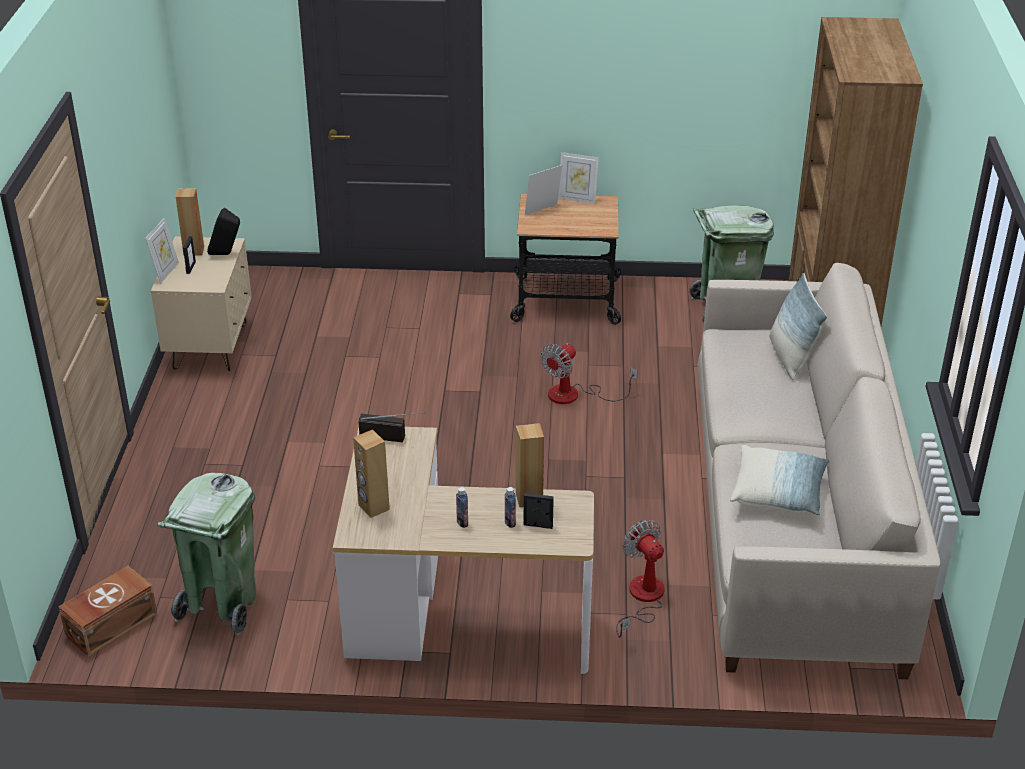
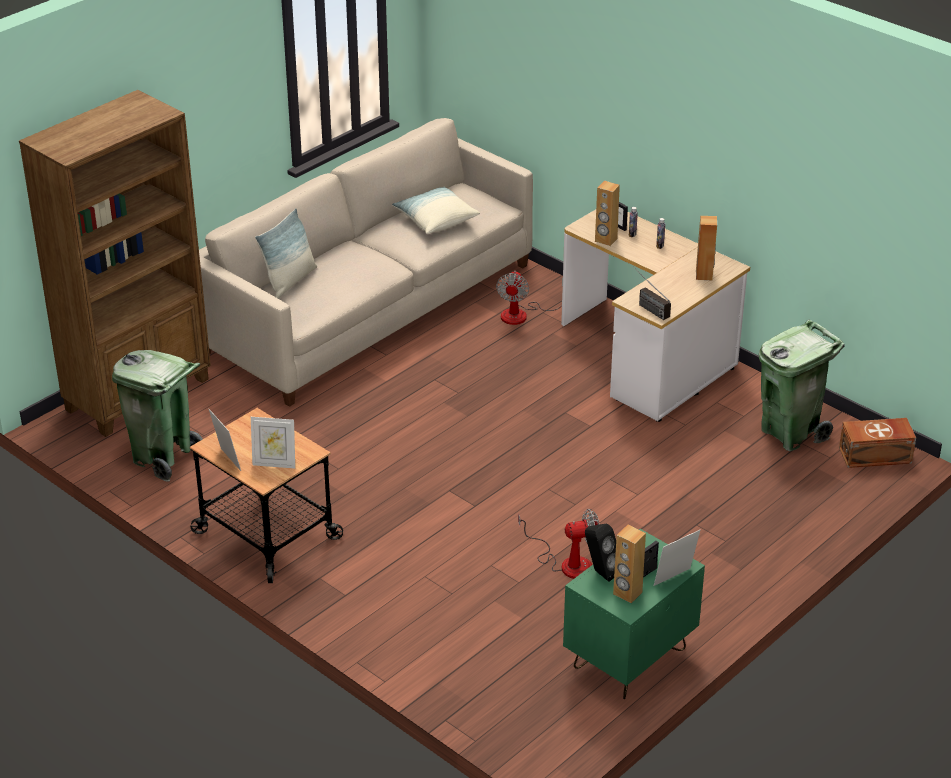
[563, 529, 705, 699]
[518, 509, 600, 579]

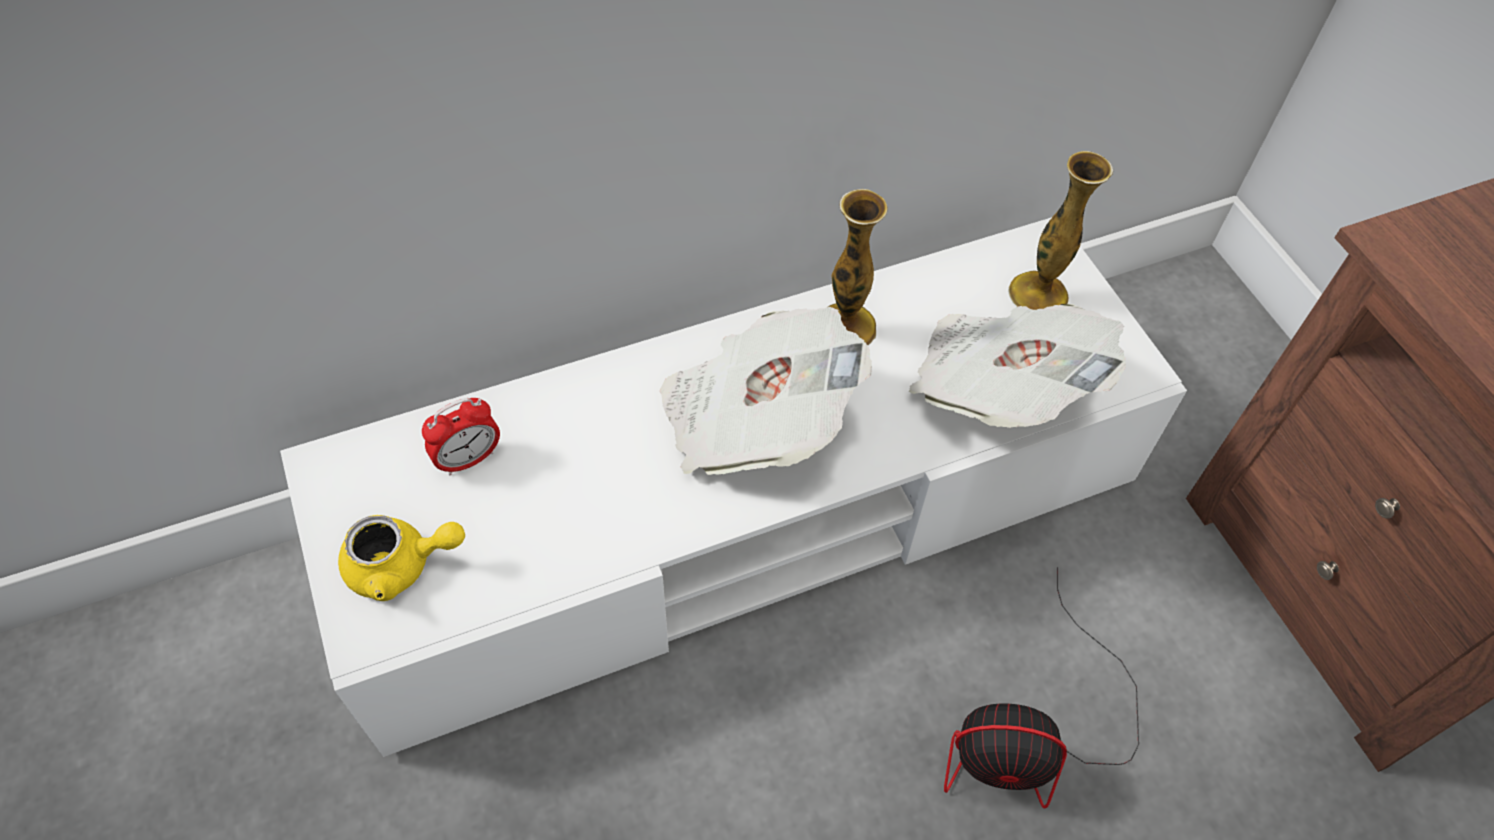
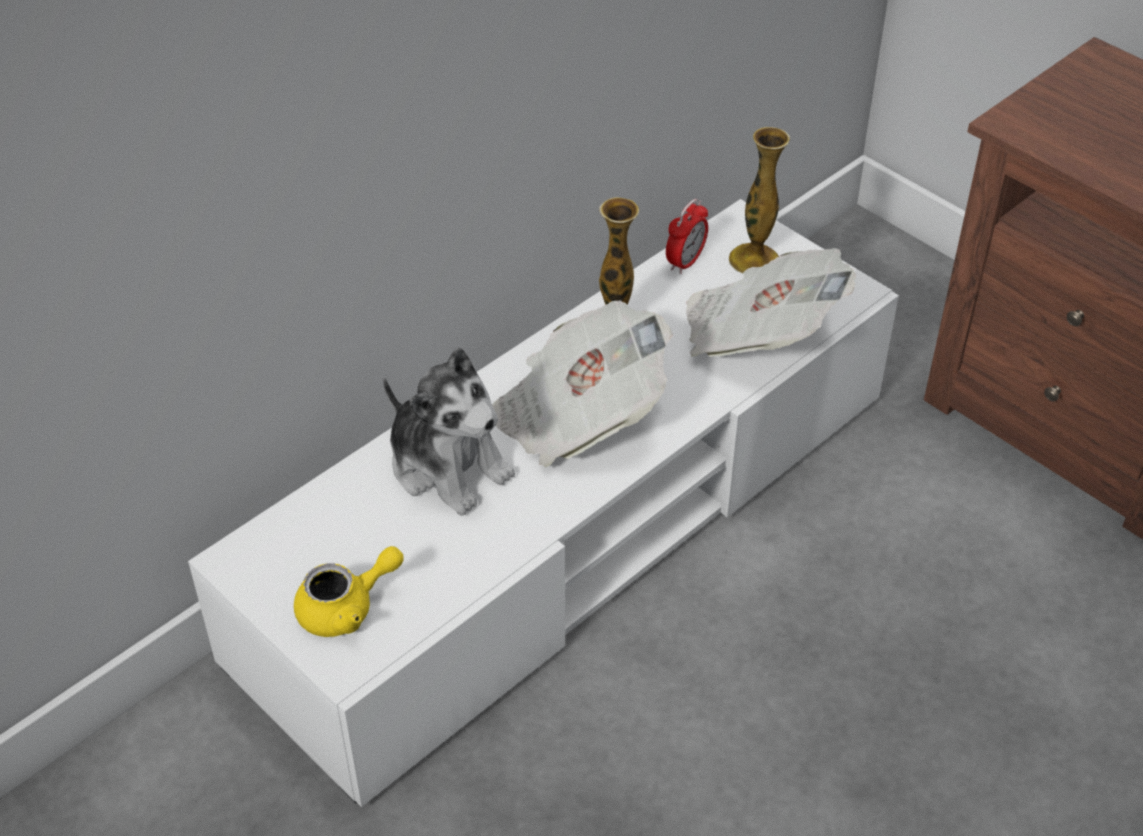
[666, 199, 708, 274]
[944, 567, 1139, 809] (first image)
[383, 347, 515, 516]

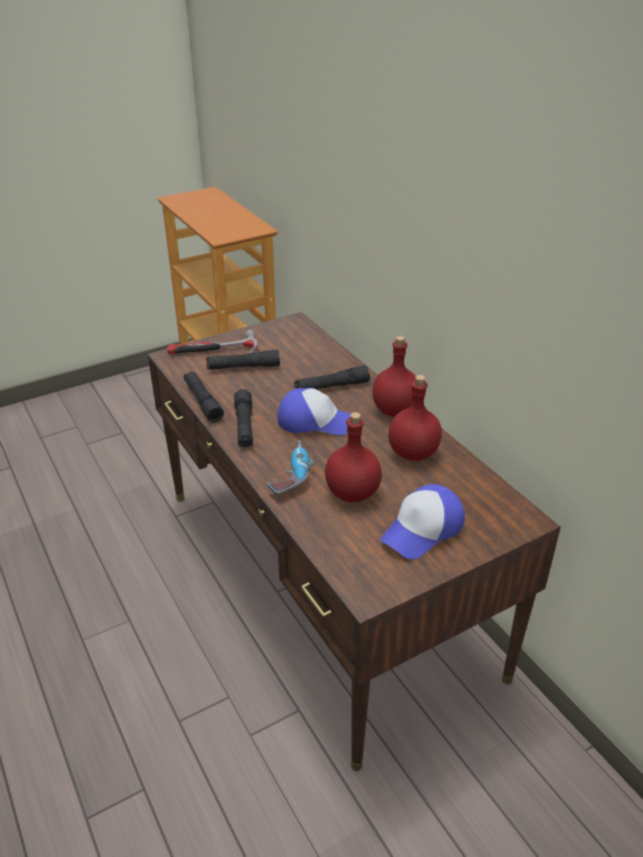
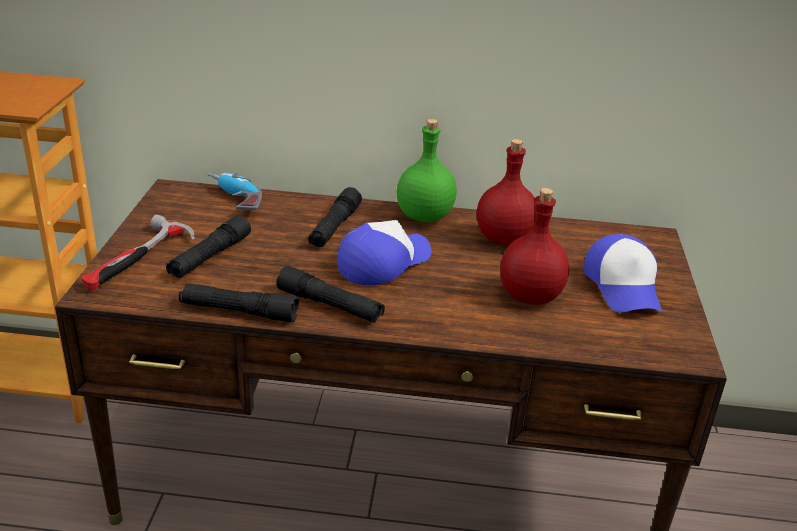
[208, 173, 262, 210]
[397, 119, 457, 223]

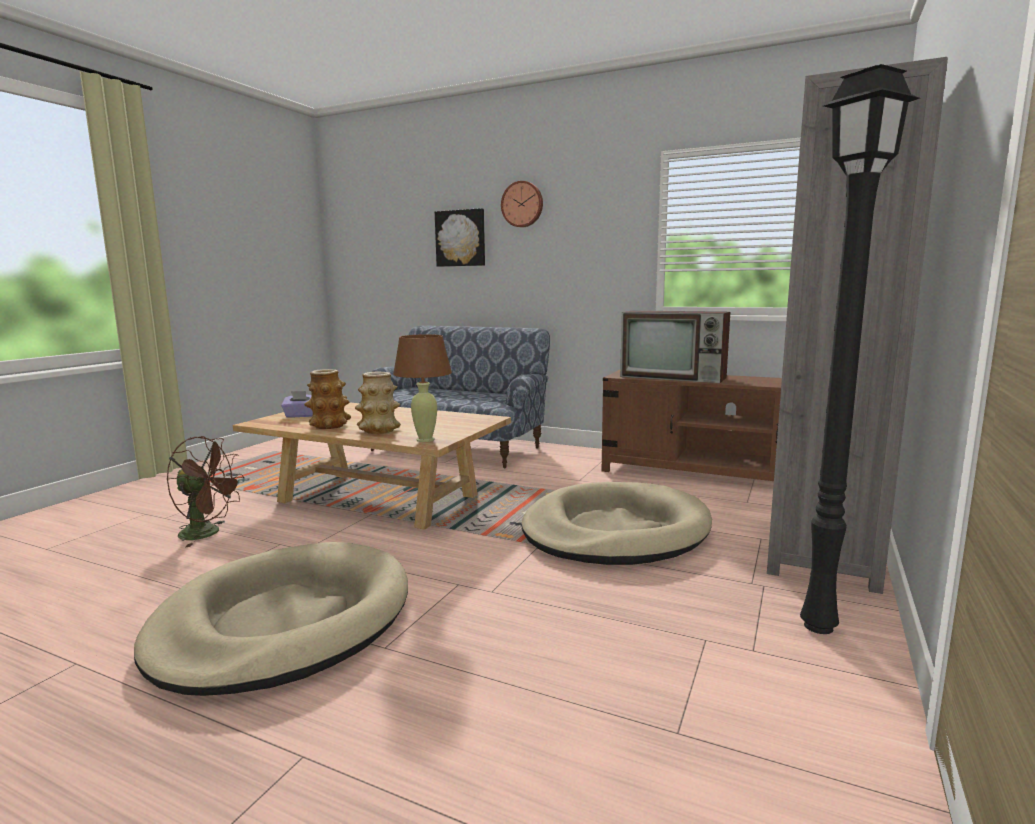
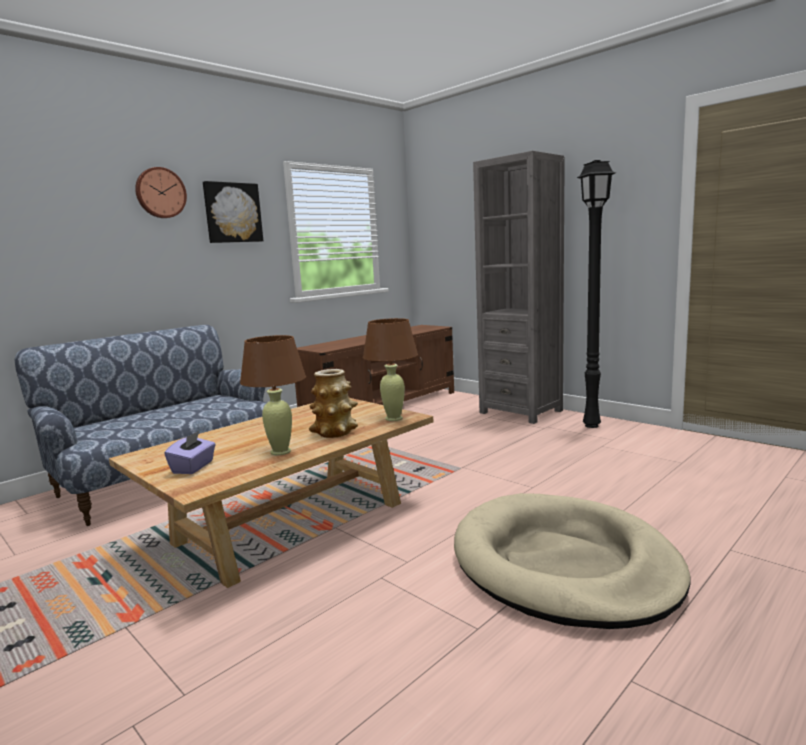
[167, 436, 244, 547] (first image)
[240, 335, 306, 455]
[203, 181, 263, 243]
[522, 482, 712, 565] (first image)
[620, 311, 730, 383] (first image)

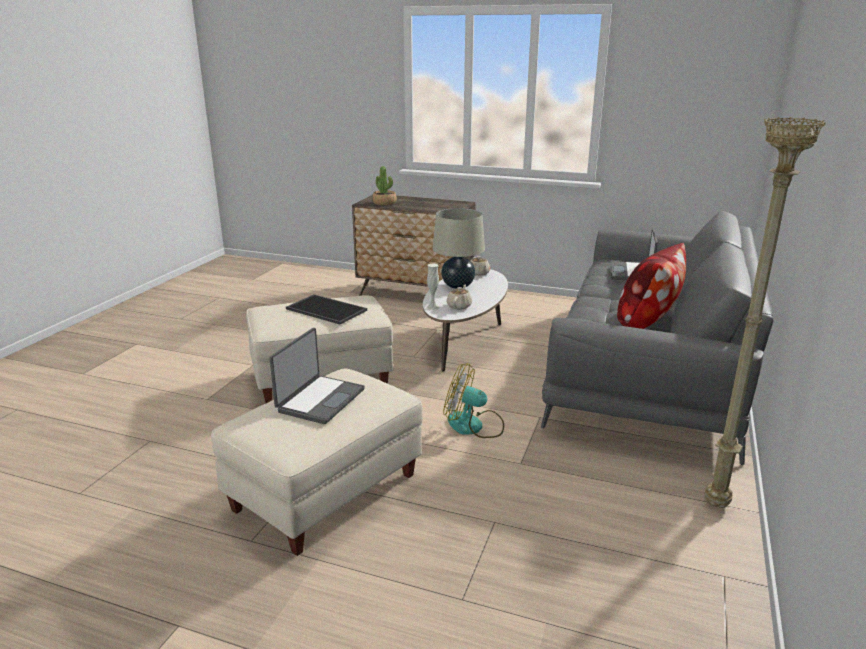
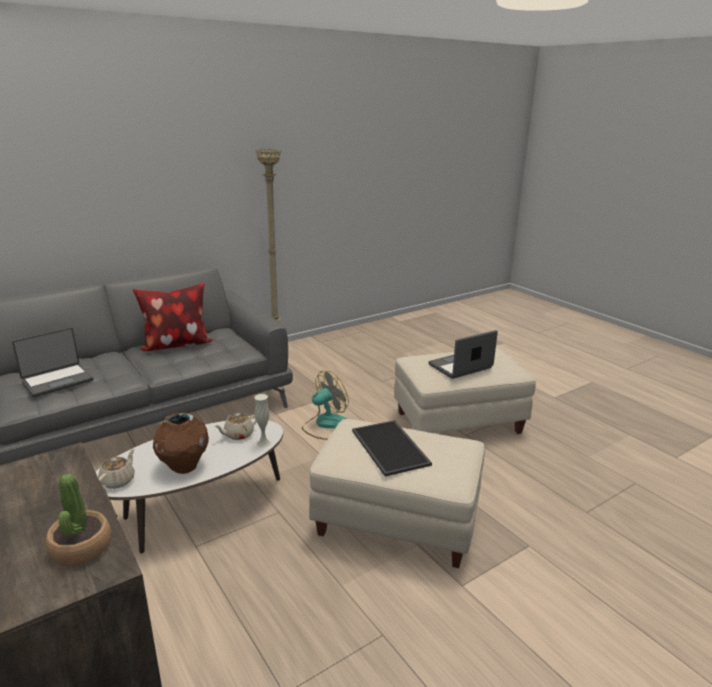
[153, 412, 209, 474]
[302, 371, 348, 440]

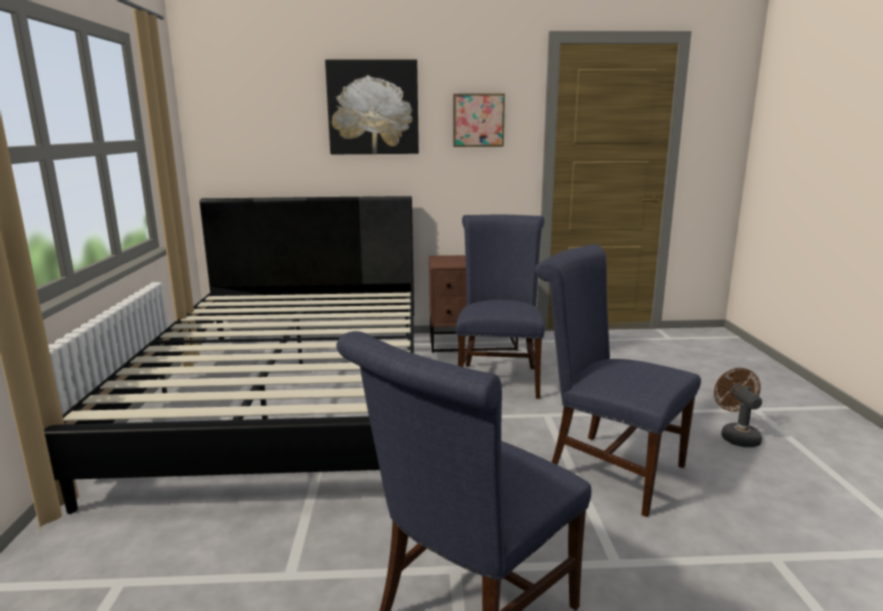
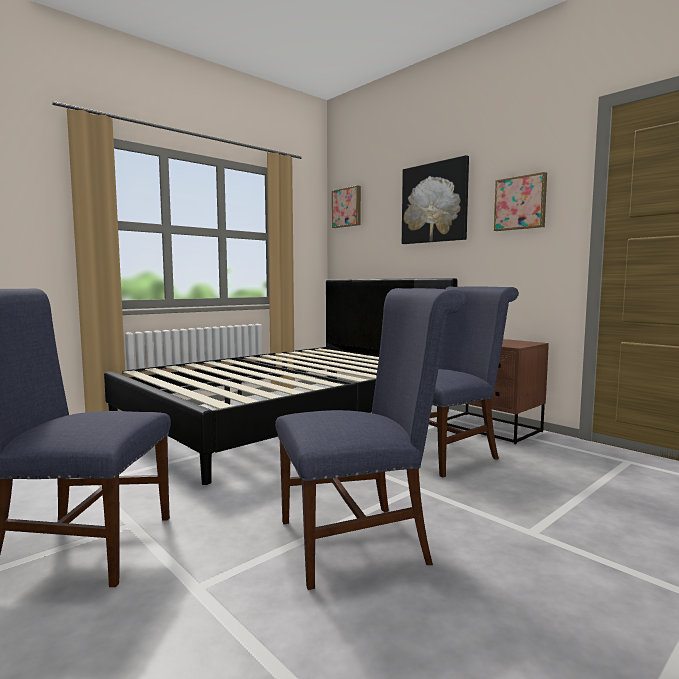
[275, 288, 466, 590]
[714, 368, 762, 447] (first image)
[332, 185, 361, 228]

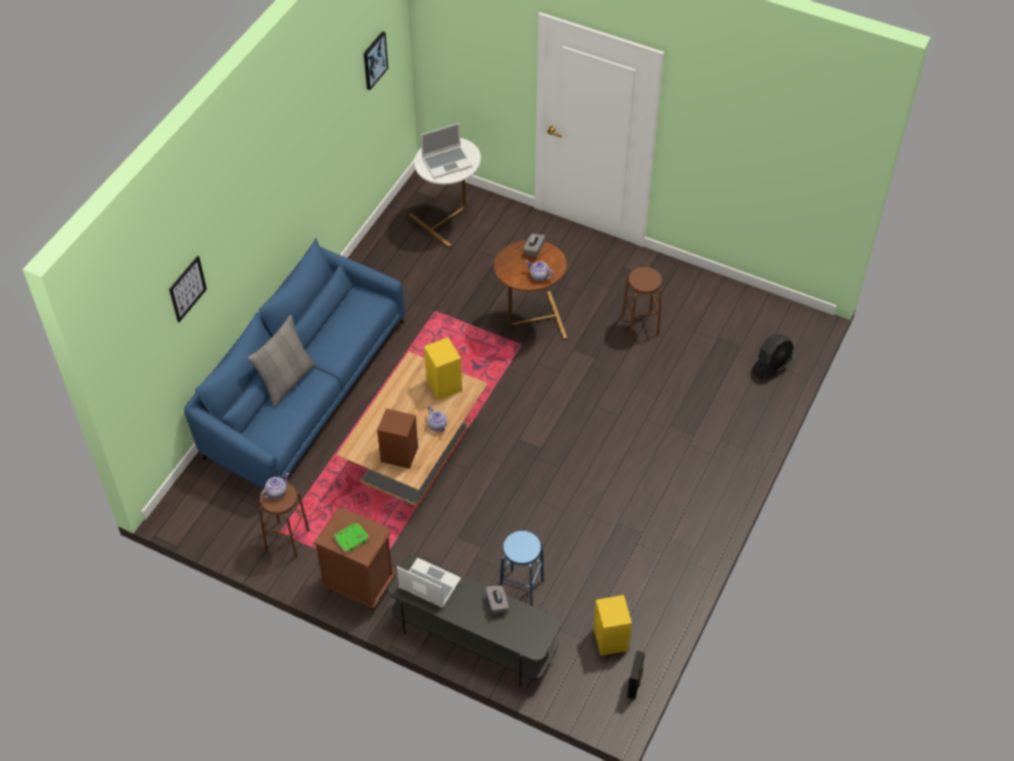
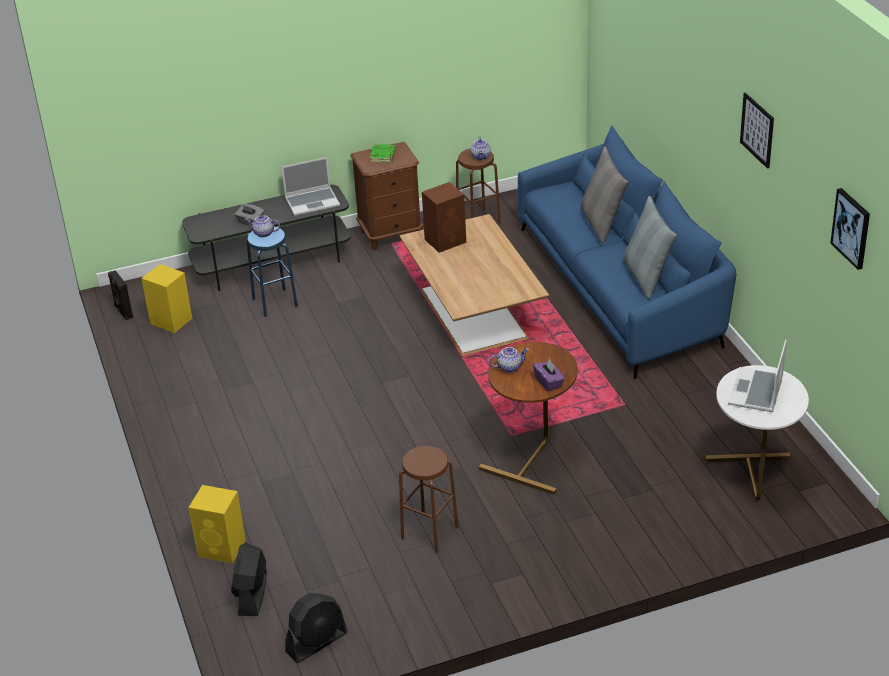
[740, 93, 774, 169]
[188, 485, 246, 563]
[245, 215, 280, 237]
[533, 359, 565, 391]
[285, 593, 348, 663]
[623, 196, 677, 299]

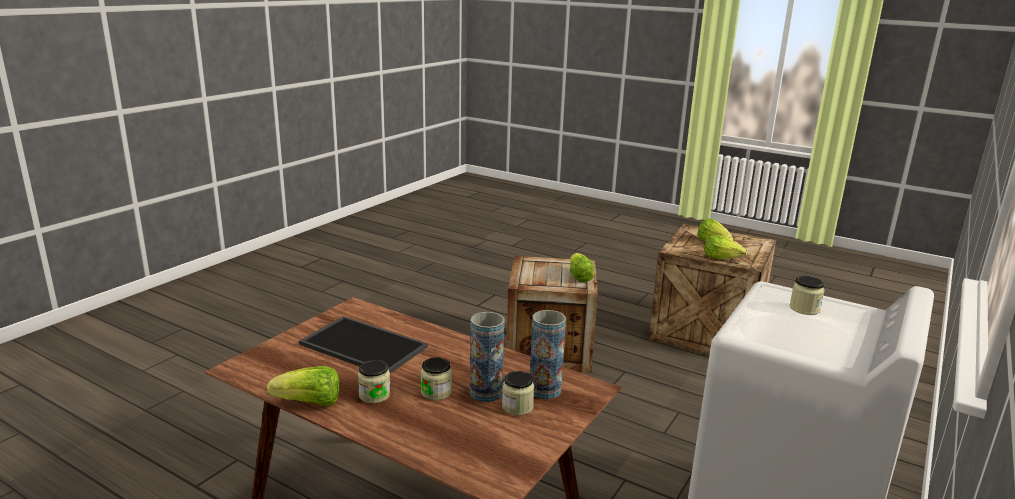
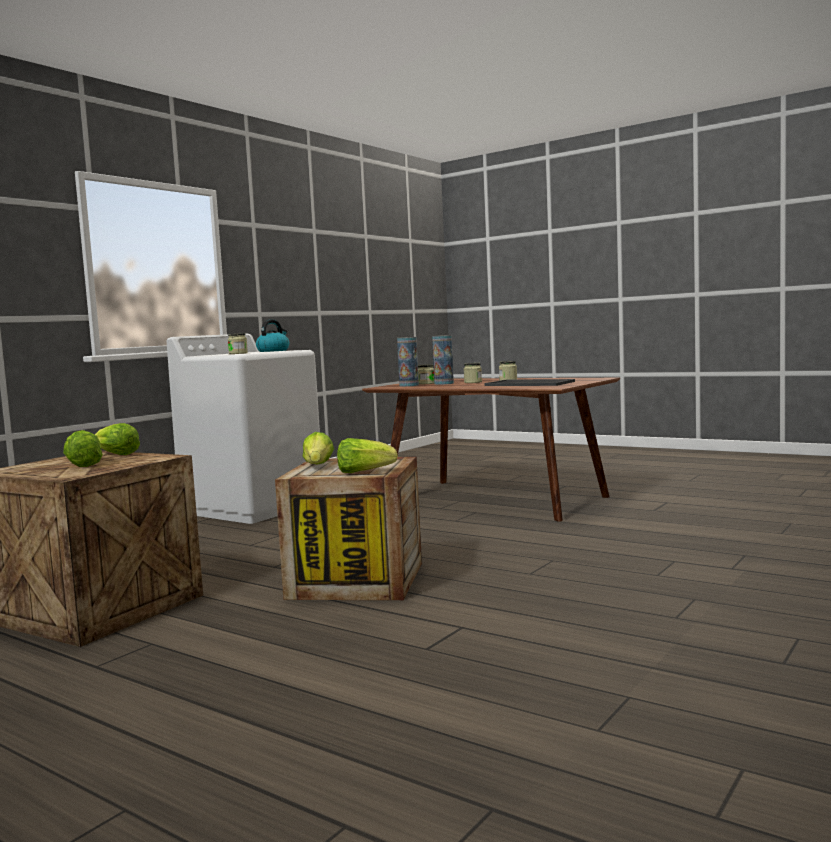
[337, 438, 398, 473]
[256, 319, 289, 352]

